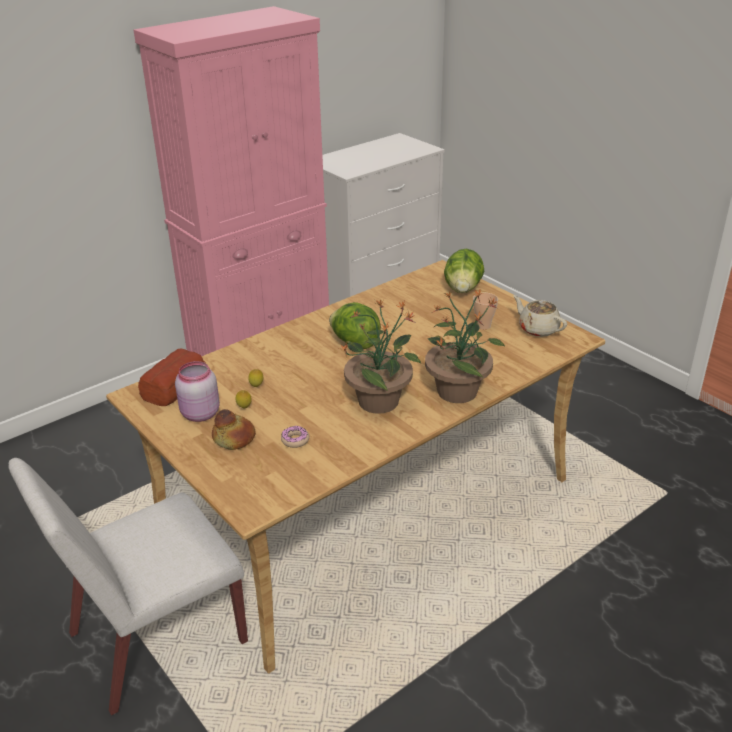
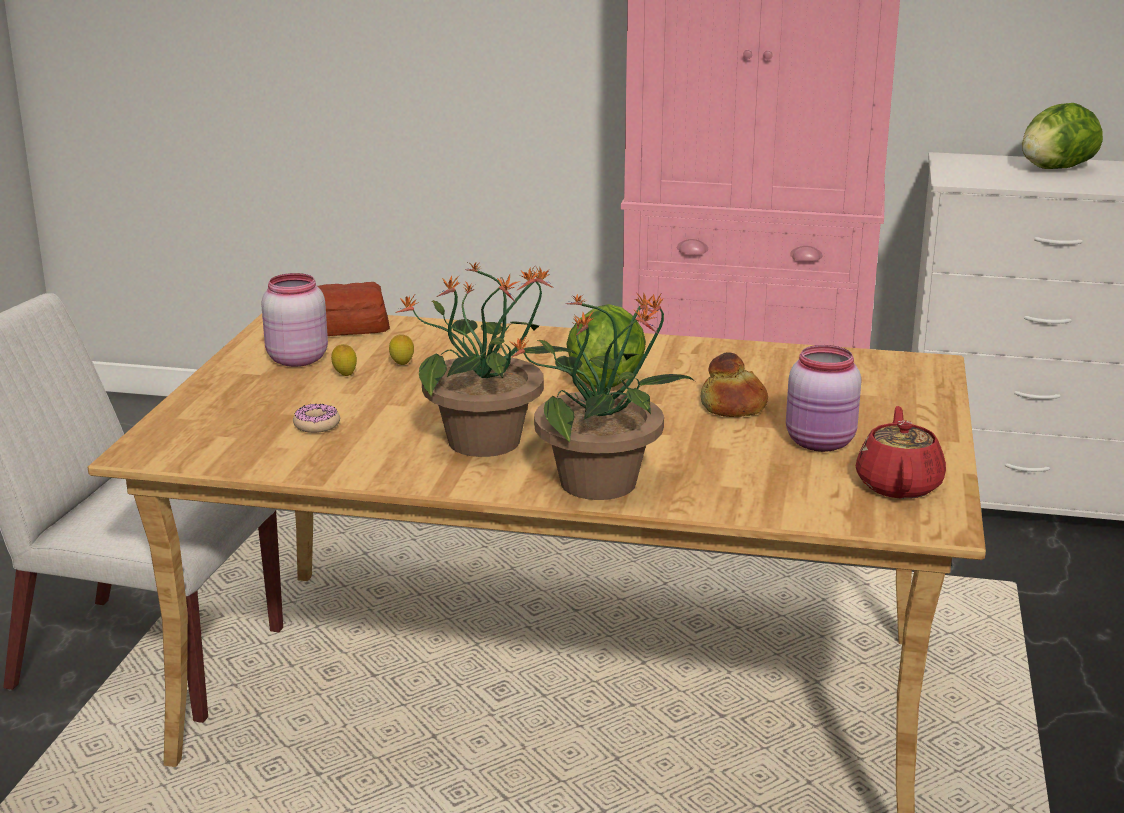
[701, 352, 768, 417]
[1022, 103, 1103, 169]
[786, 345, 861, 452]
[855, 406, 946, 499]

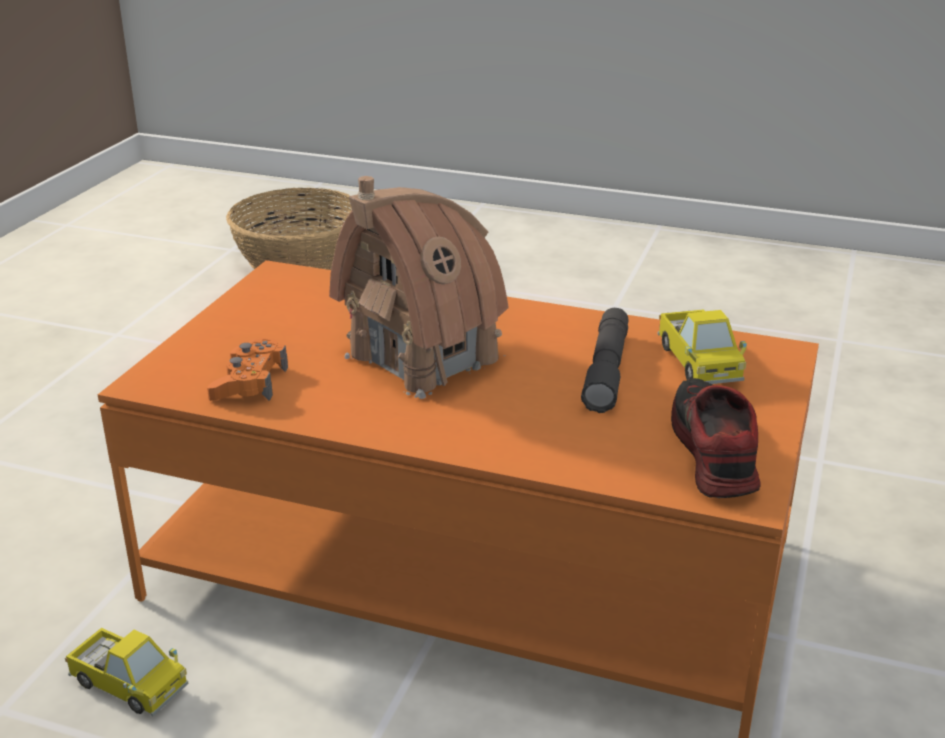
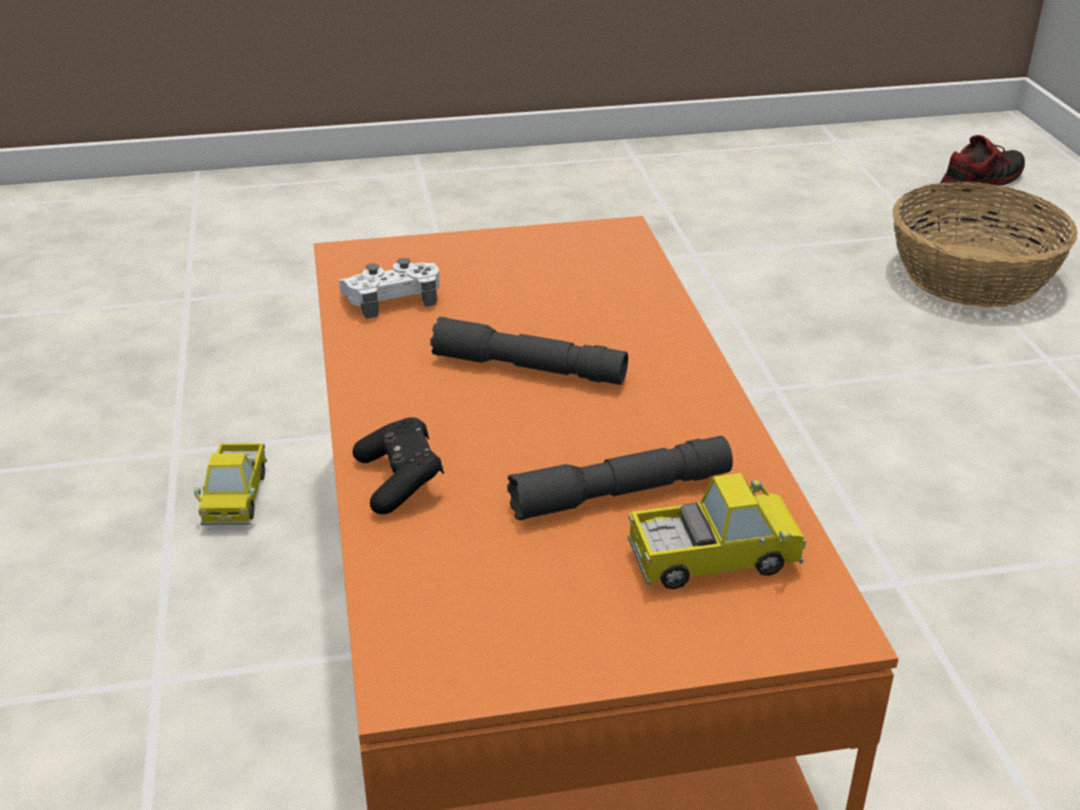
[339, 258, 440, 319]
[430, 317, 628, 385]
[628, 473, 806, 589]
[940, 135, 1025, 190]
[353, 417, 444, 514]

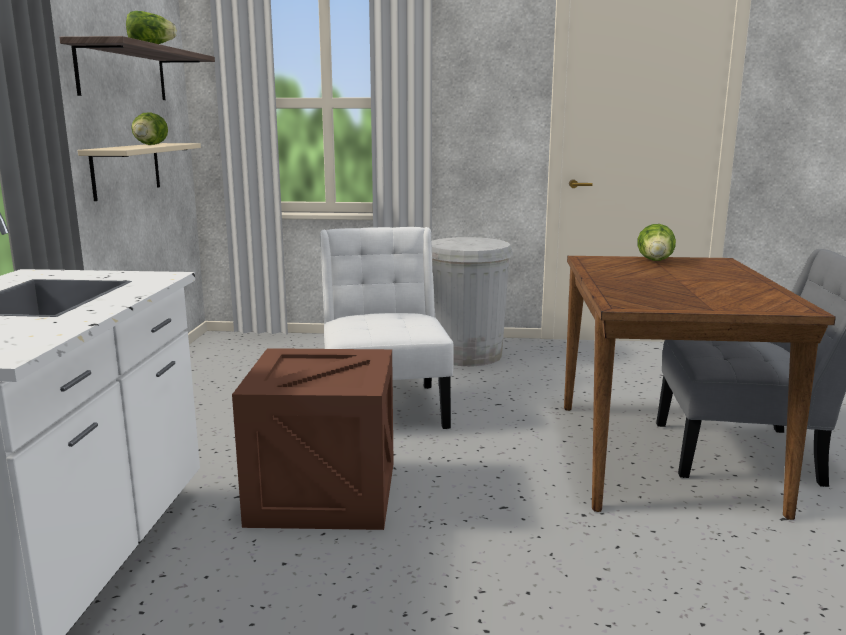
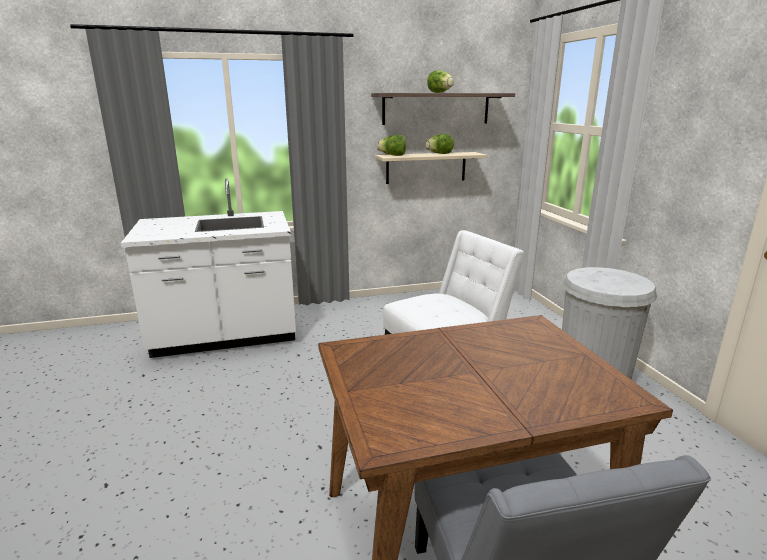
[232, 348, 394, 530] (first image)
[377, 135, 406, 156]

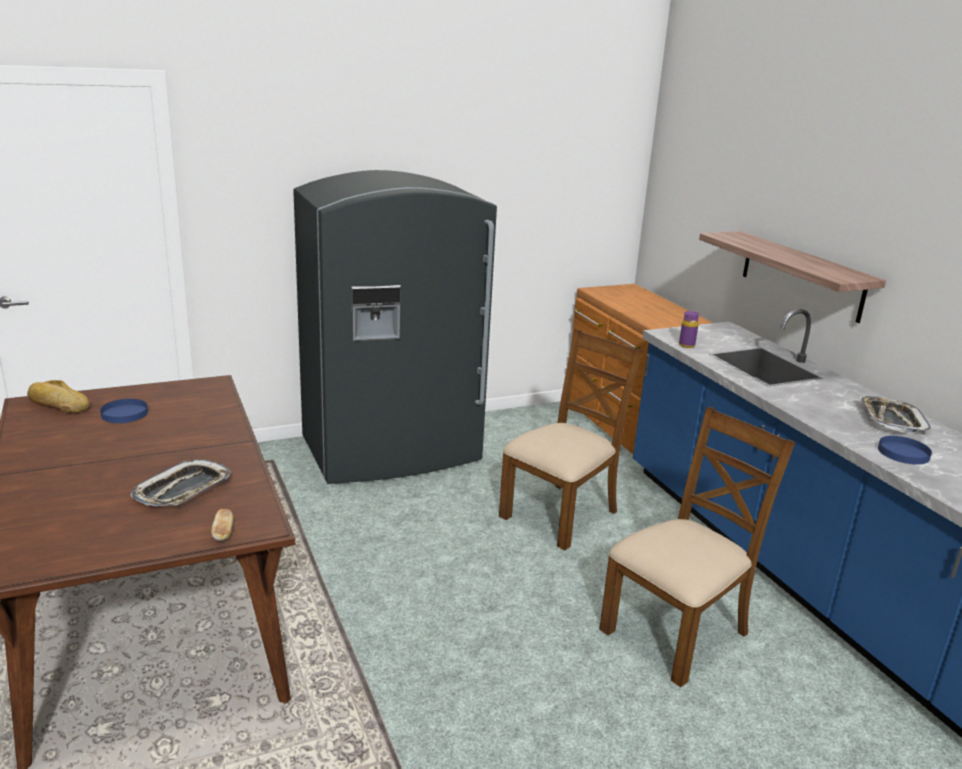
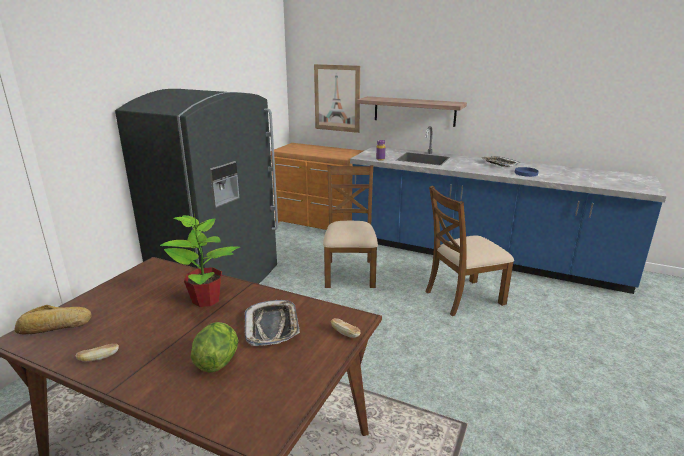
[100, 399, 148, 423] (first image)
[425, 185, 514, 316]
[75, 344, 119, 362]
[160, 211, 240, 307]
[190, 322, 239, 373]
[314, 64, 360, 133]

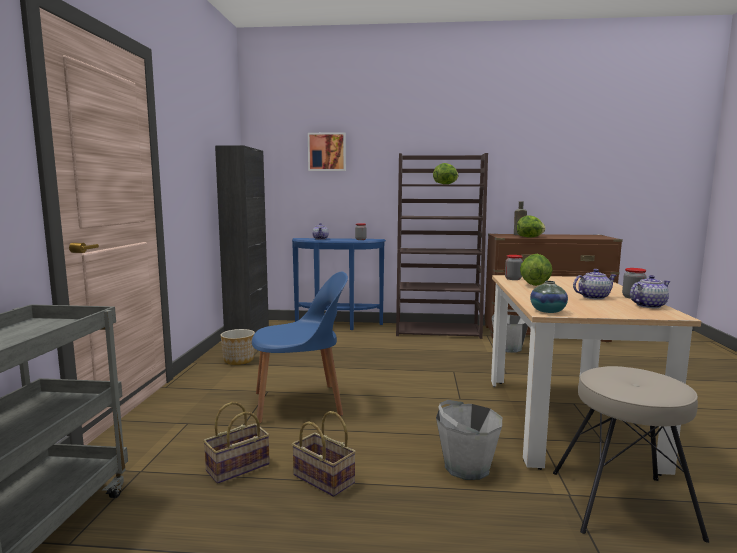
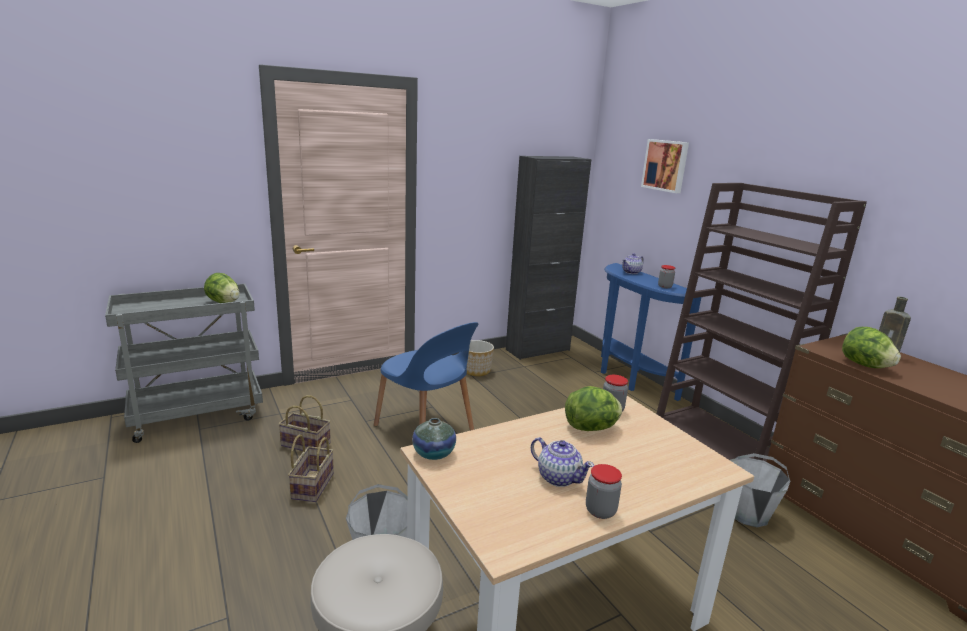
[204, 273, 240, 303]
[630, 275, 671, 308] (first image)

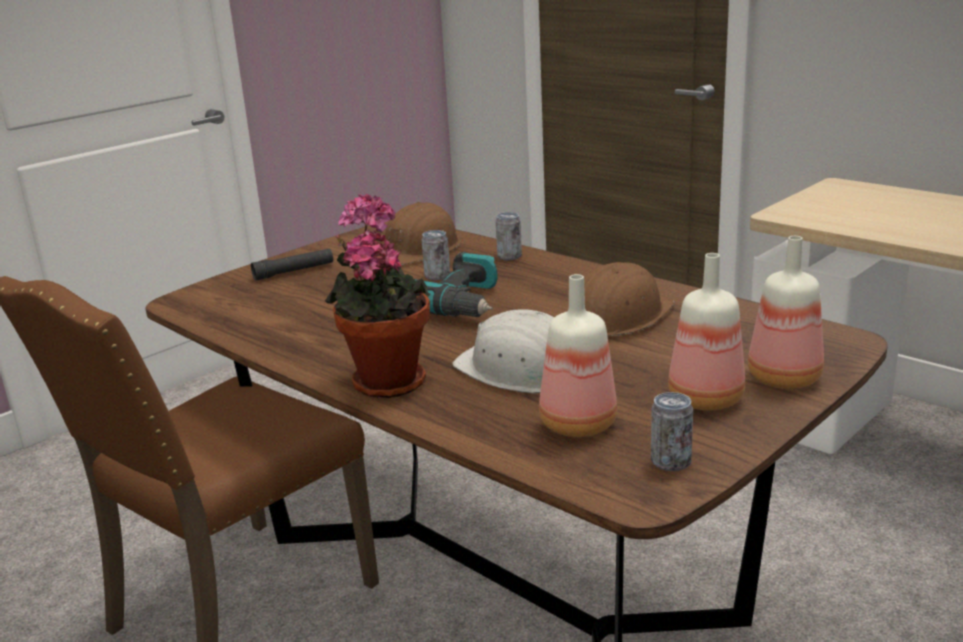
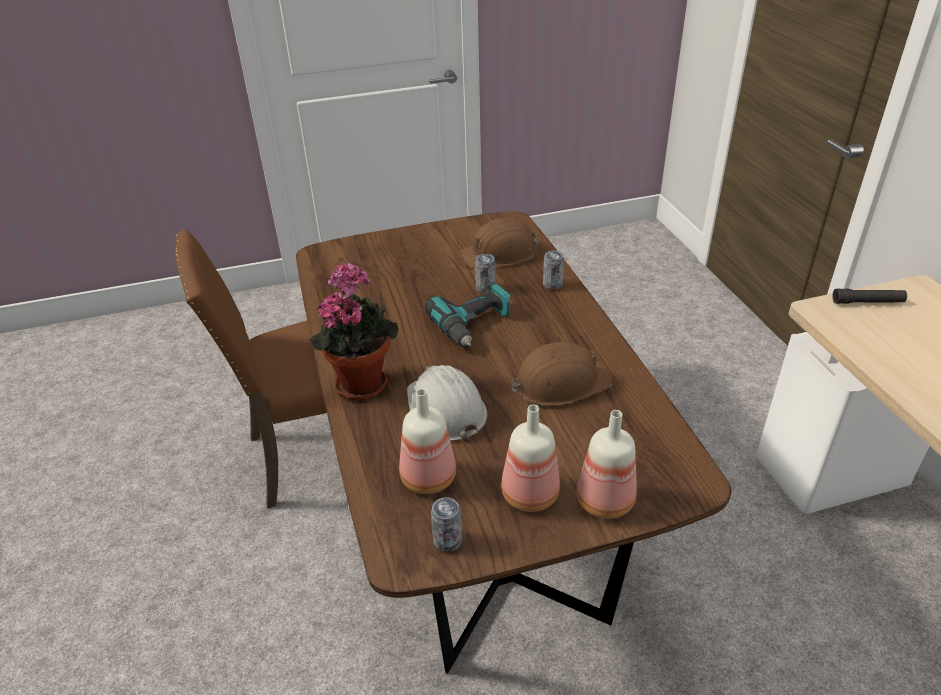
[833, 289, 907, 304]

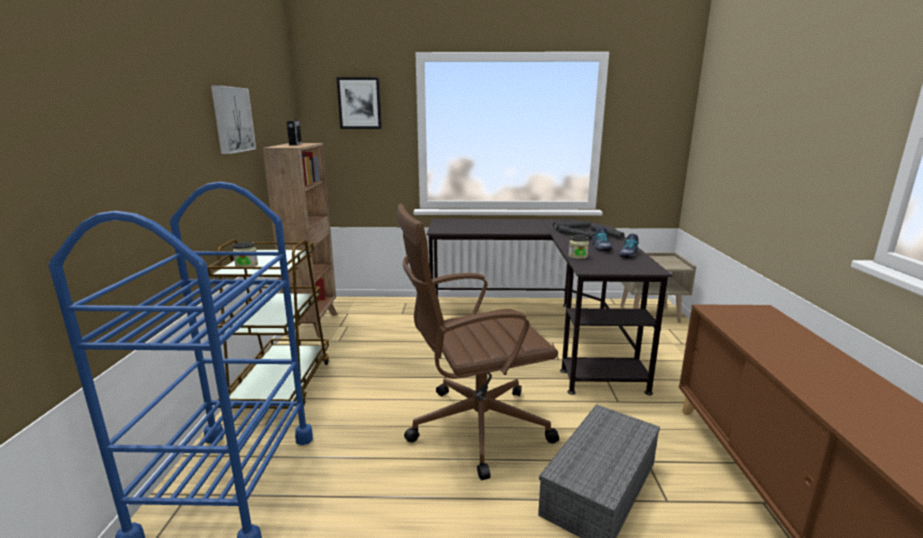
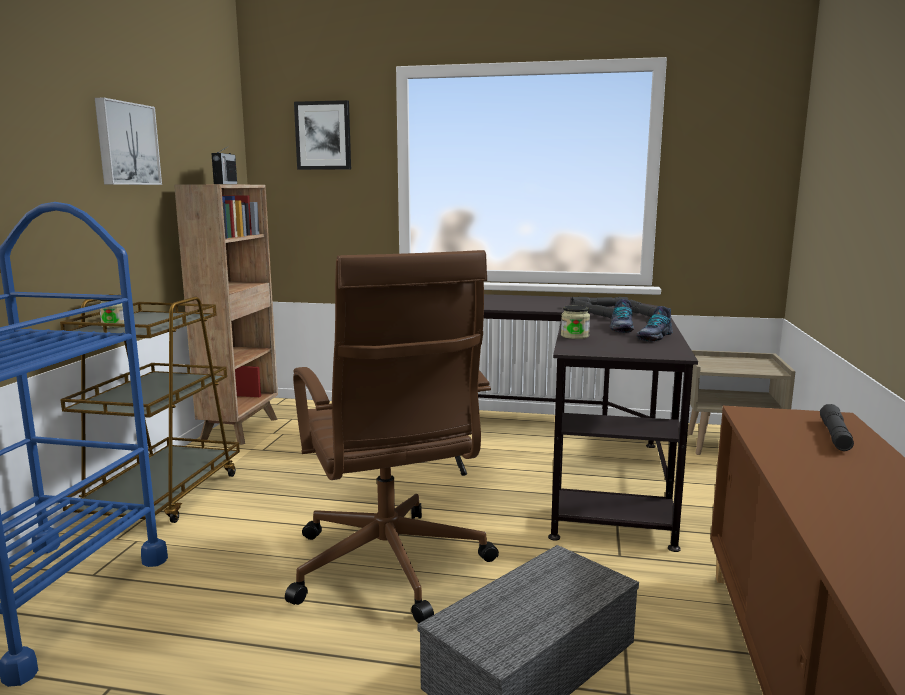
[285, 250, 499, 623]
[820, 404, 854, 451]

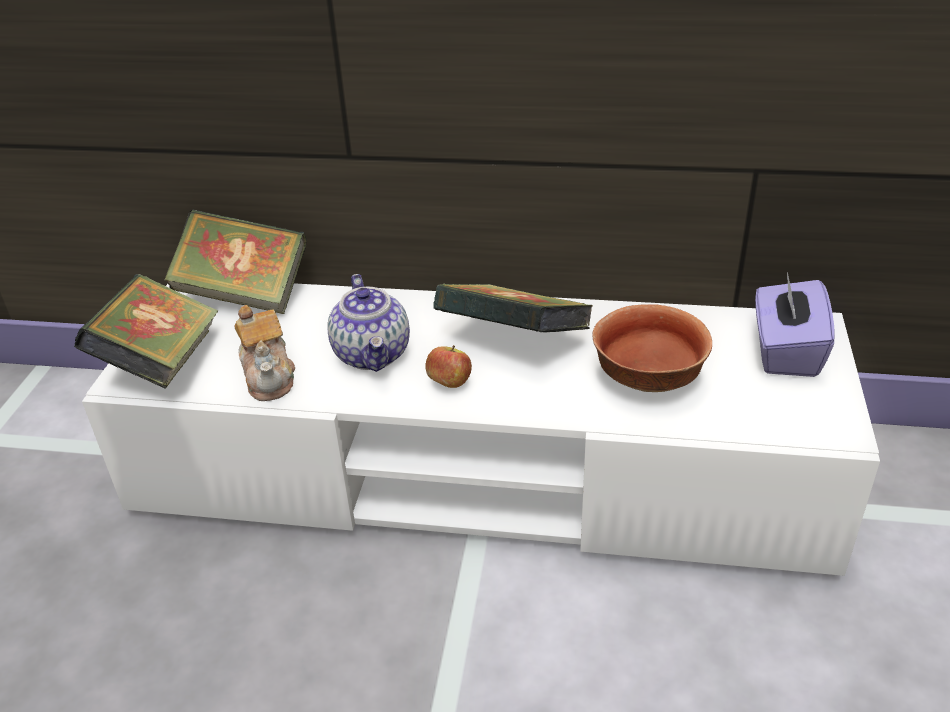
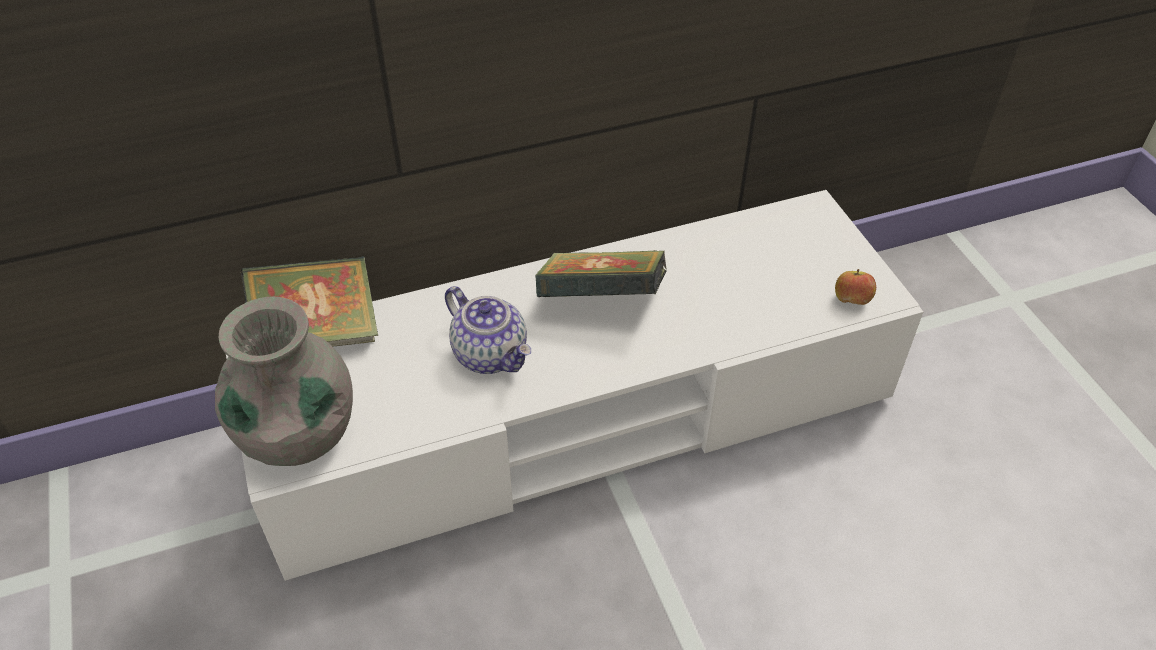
[215, 297, 353, 466]
[234, 305, 295, 401] (first image)
[835, 269, 876, 305]
[592, 304, 712, 392] (first image)
[755, 271, 834, 377] (first image)

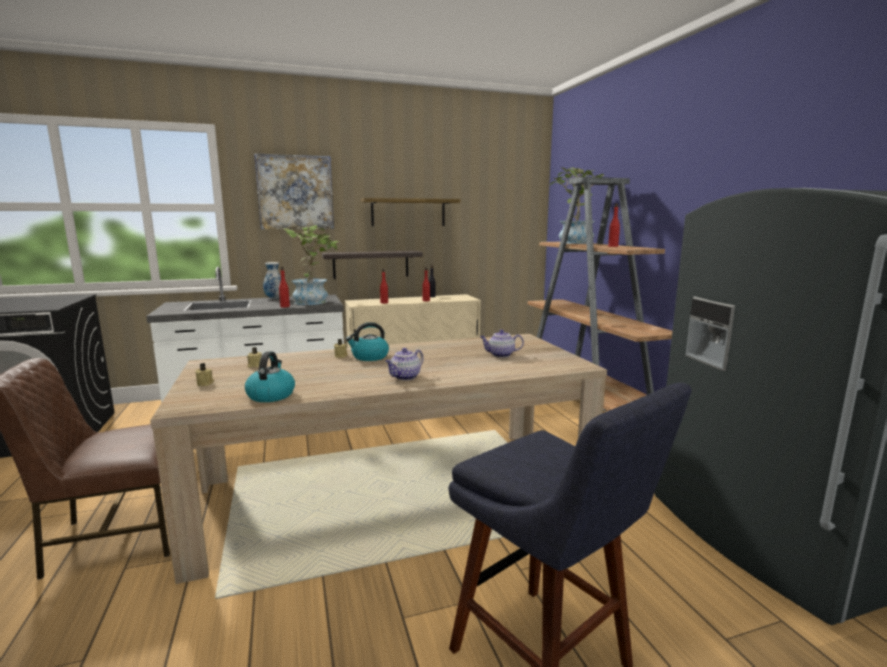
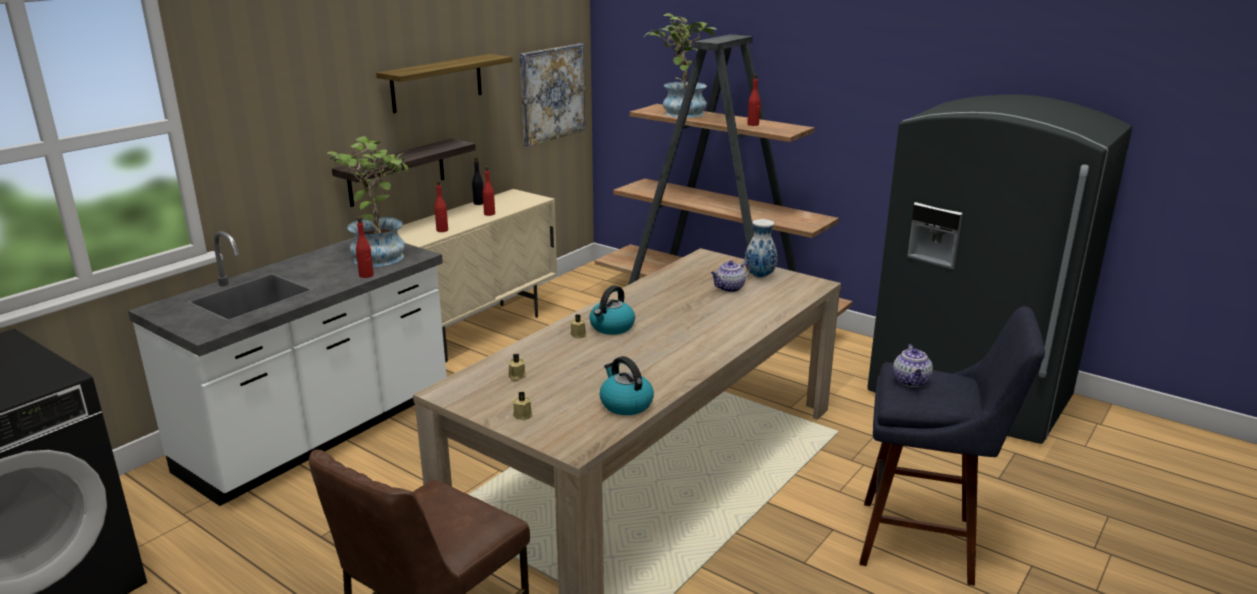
[520, 43, 585, 147]
[745, 219, 778, 278]
[893, 344, 933, 387]

